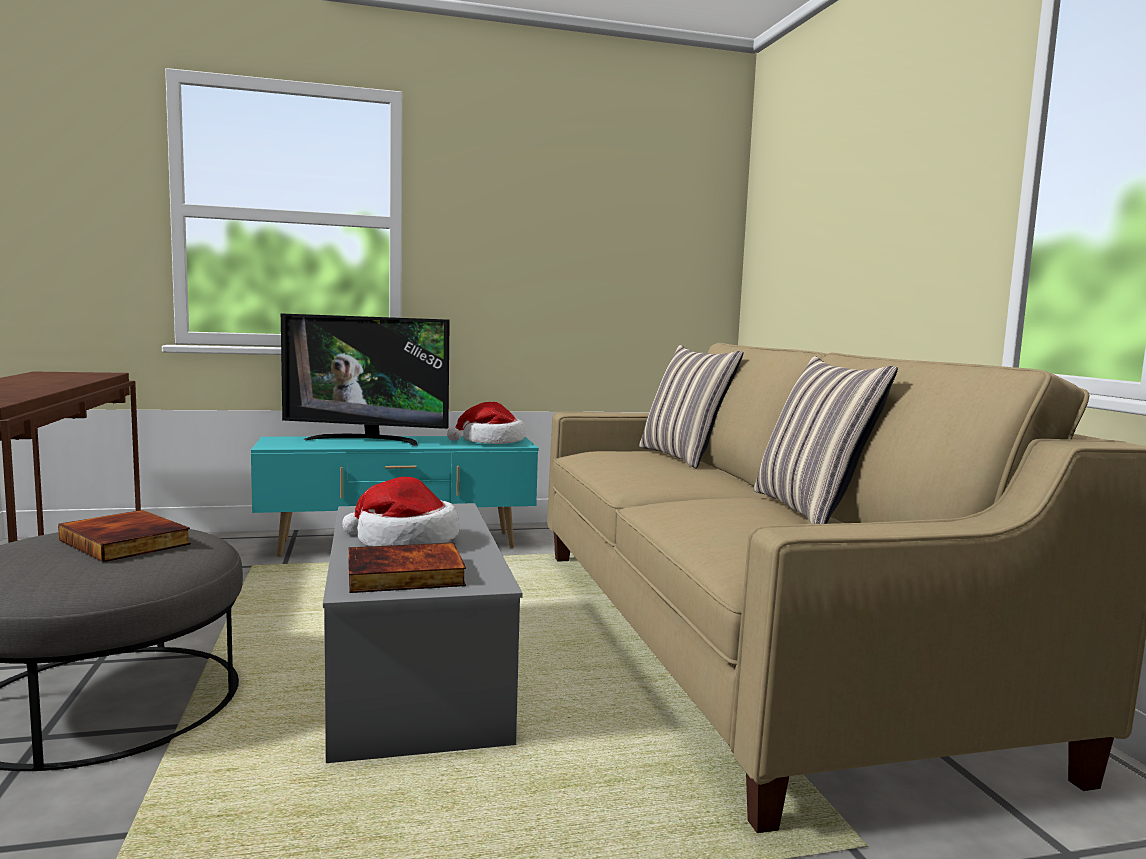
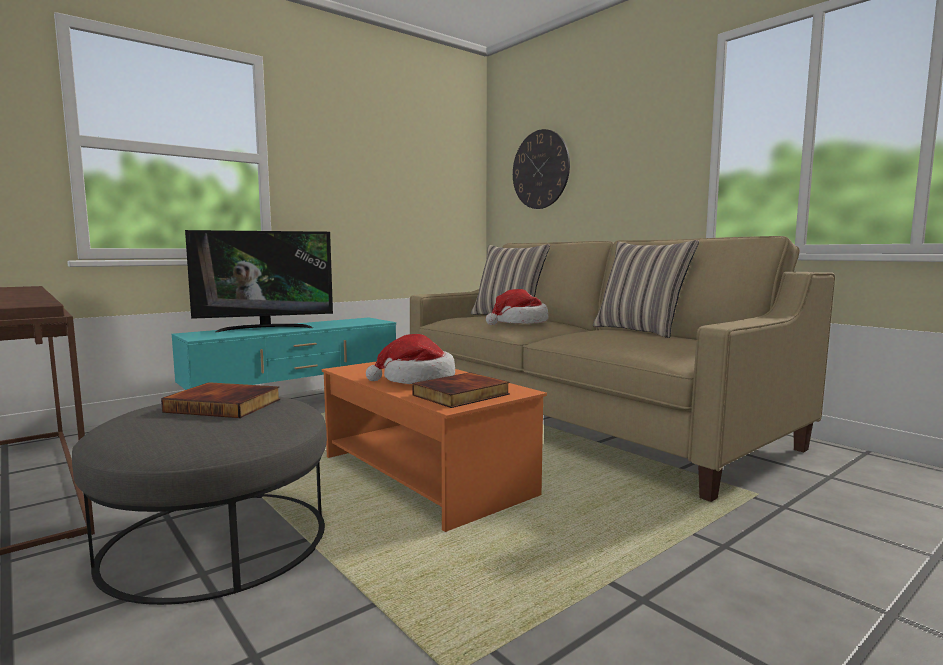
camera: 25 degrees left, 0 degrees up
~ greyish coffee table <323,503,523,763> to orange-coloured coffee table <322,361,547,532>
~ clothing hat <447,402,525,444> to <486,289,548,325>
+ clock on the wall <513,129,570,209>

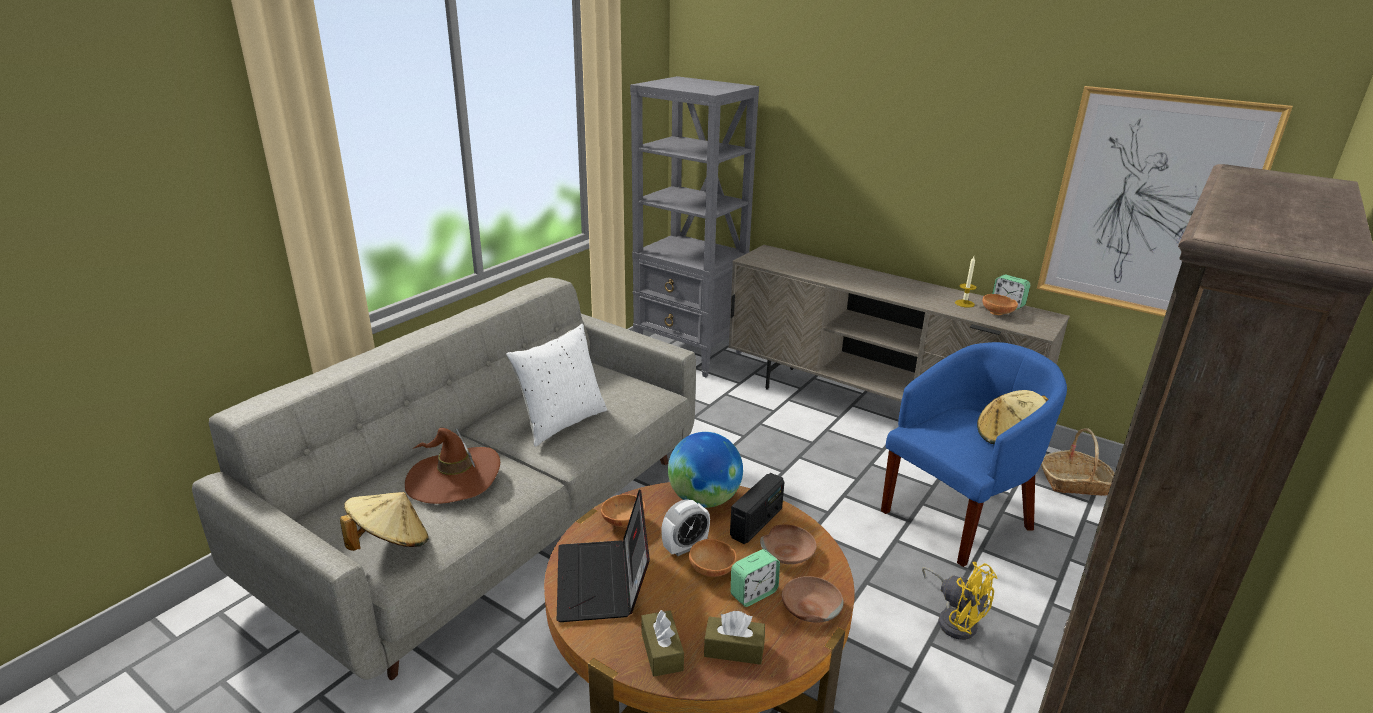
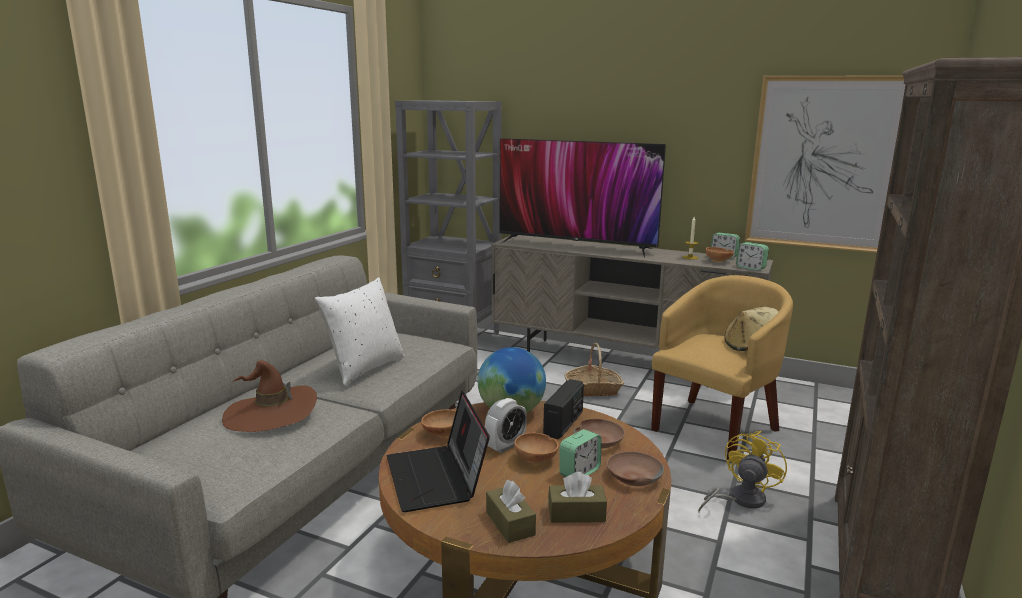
camera: 10 degrees left, 10 degrees down
+ TV set <499,138,666,257>
~ household basket <1041,428,1115,496> to <564,343,624,397>
~ blue lounge chair <881,342,1067,567> to yellow-coloured lounge chair <651,275,793,460>
~ yellow-coloured electric fan <922,562,997,640> = <698,431,787,512> 90 degrees counterclockwise
+ table clock <736,242,769,271>
- beige clothing hat <340,492,428,551>

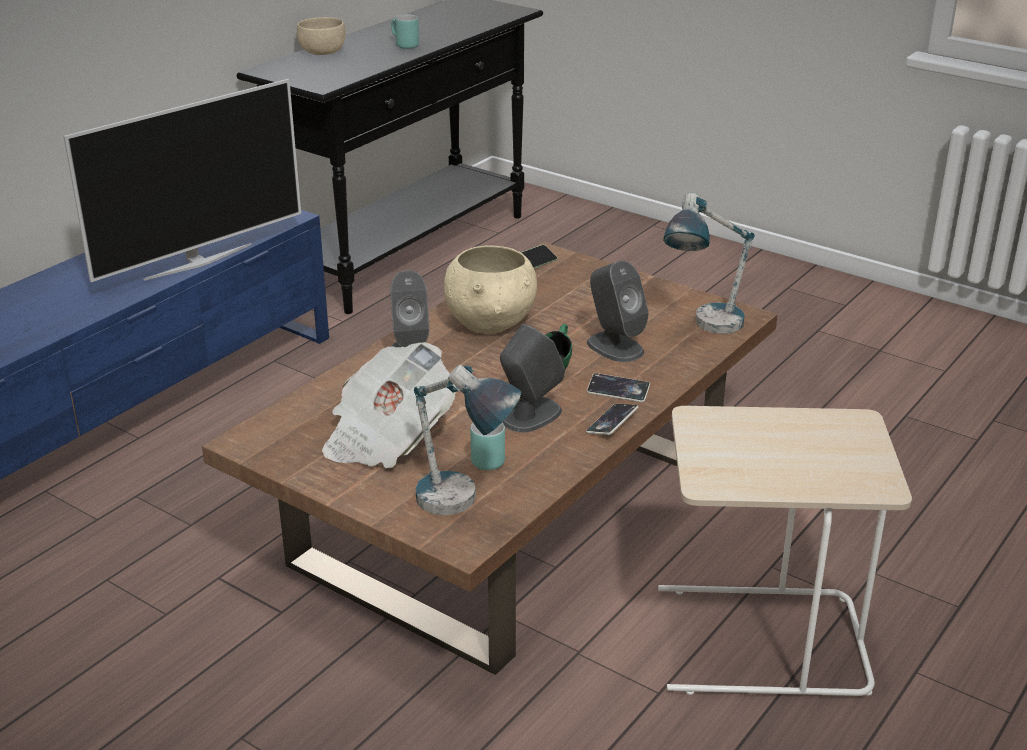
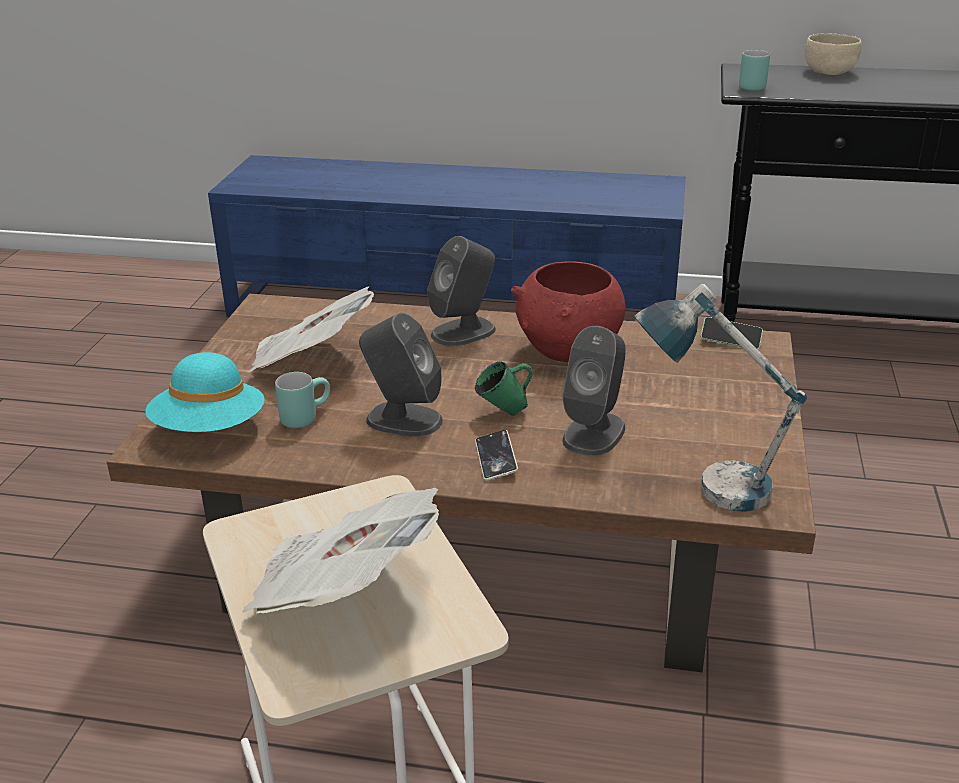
camera: 65 degrees right, 0 degrees up
~ lamp for a table <414,365,521,515> to blue-green clothing hat <145,352,265,432>
+ printed paper <242,488,439,613>
~ beige deep dish <444,246,537,334> to reddish deep dish <511,261,626,362>
~ blue-green tea mug <391,14,419,49> to <739,50,770,91>
- TV set <64,79,301,282>
- phone <586,404,638,435>

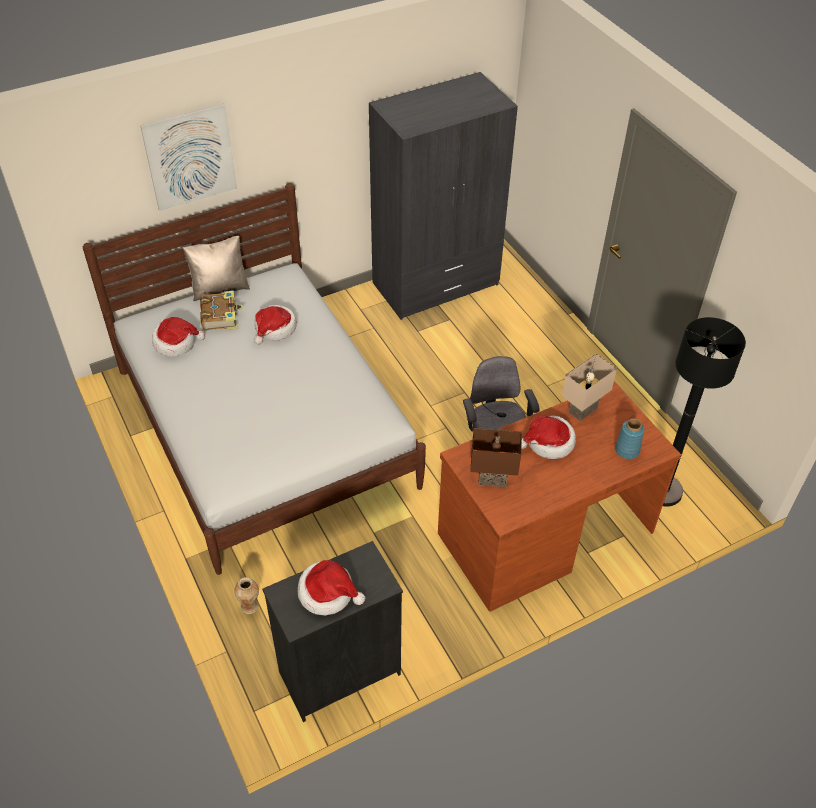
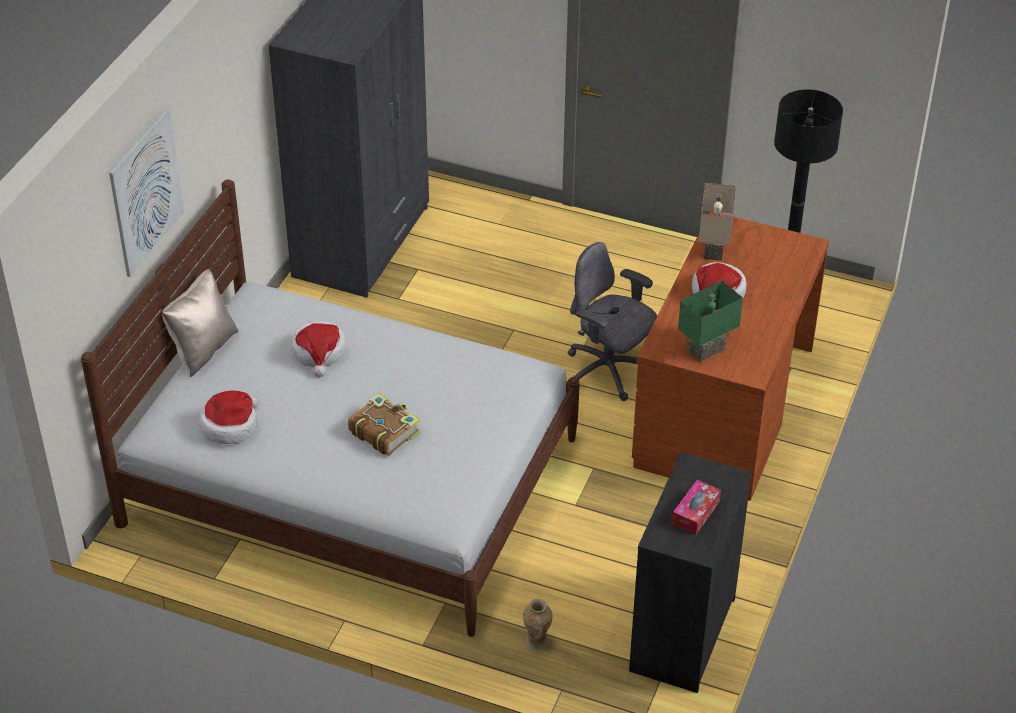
camera: 40 degrees left, 5 degrees down
~ book <200,291,243,331> to <348,393,420,456>
~ clothing hat <298,560,365,615> to tissue holder <672,480,721,534>
~ brown lamp for a table <470,428,522,487> to greenish lamp for a table <678,280,743,362>
- blue decorative vase <615,419,644,459>

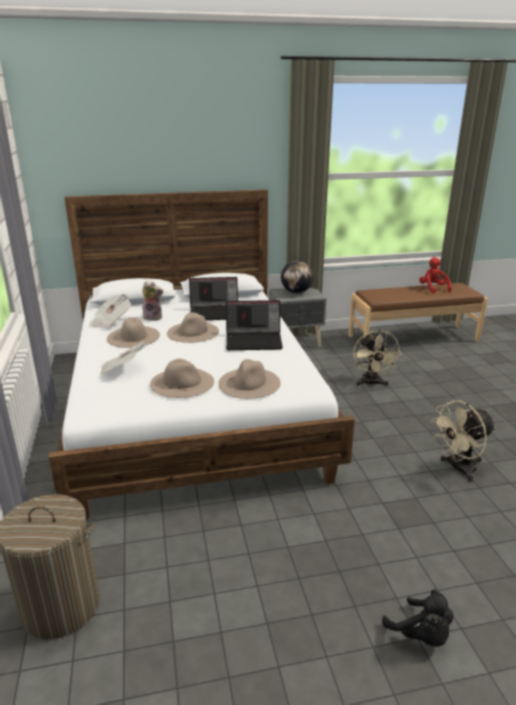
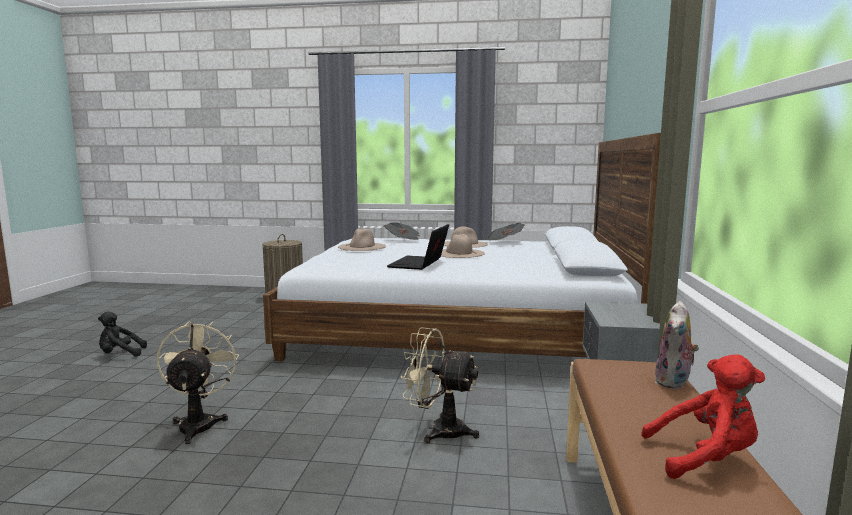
camera: 110 degrees right, 15 degrees down
~ plush toy <142,281,163,321> to <655,301,699,389>
- notebook computer <189,277,238,320>
- beige clothing hat <219,359,280,399>
- desk globe <281,260,314,293>

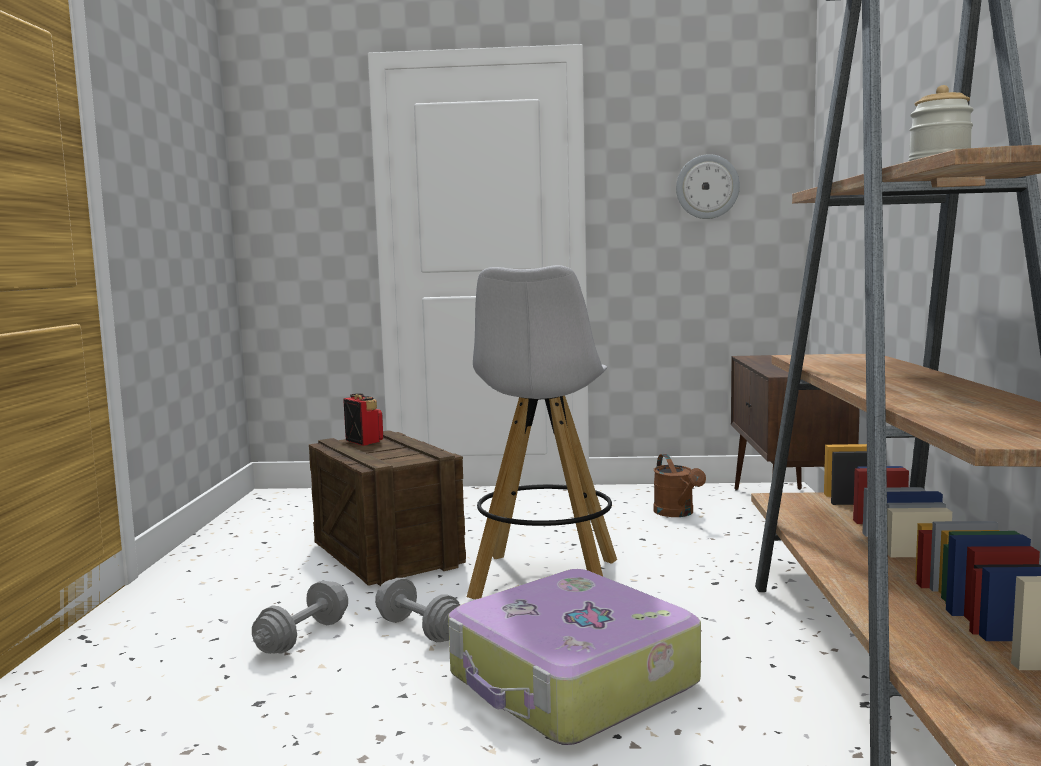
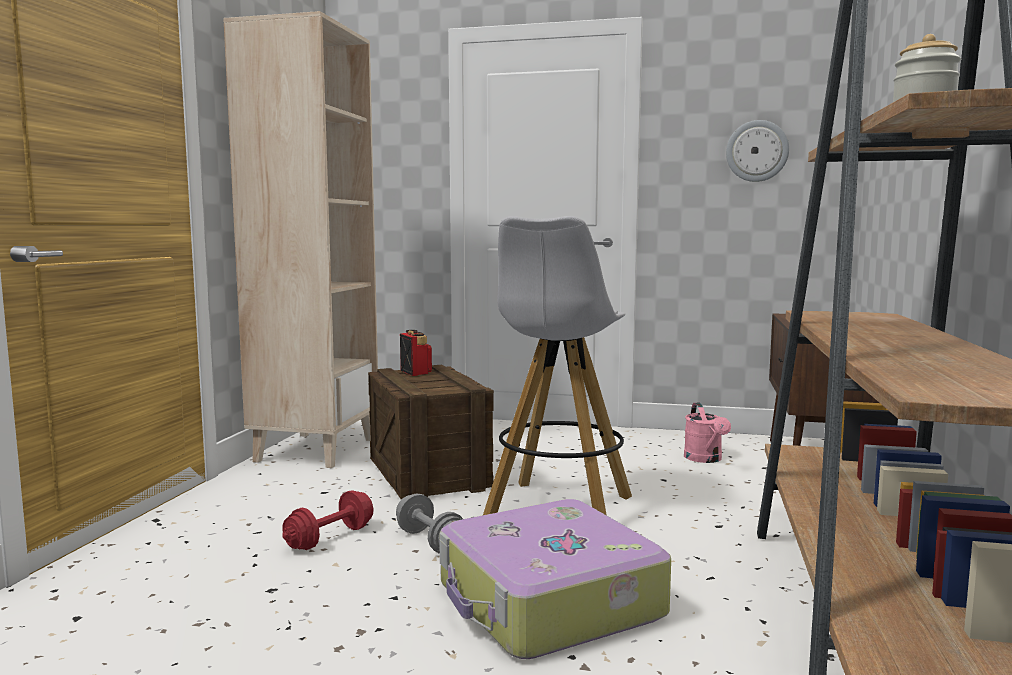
camera: 10 degrees right, 0 degrees up
+ beige shelving unit <223,11,378,468>
~ greyish free weight <252,581,348,654> to reddish free weight <282,490,373,550>
~ brown watering pot <653,454,706,517> to pink watering pot <684,403,731,463>

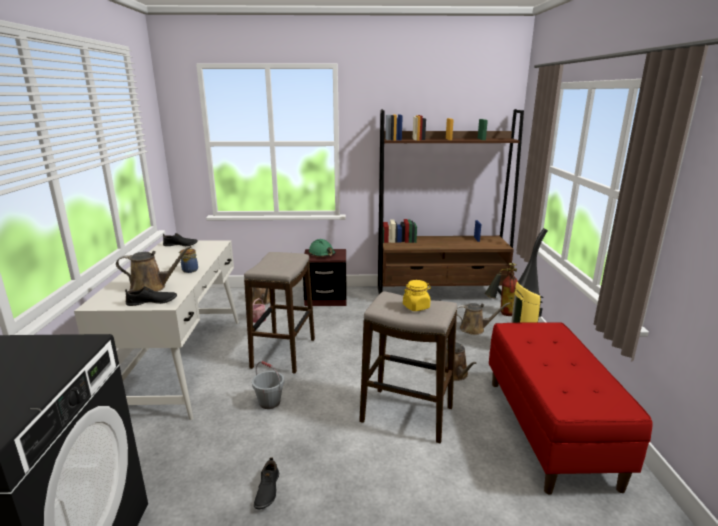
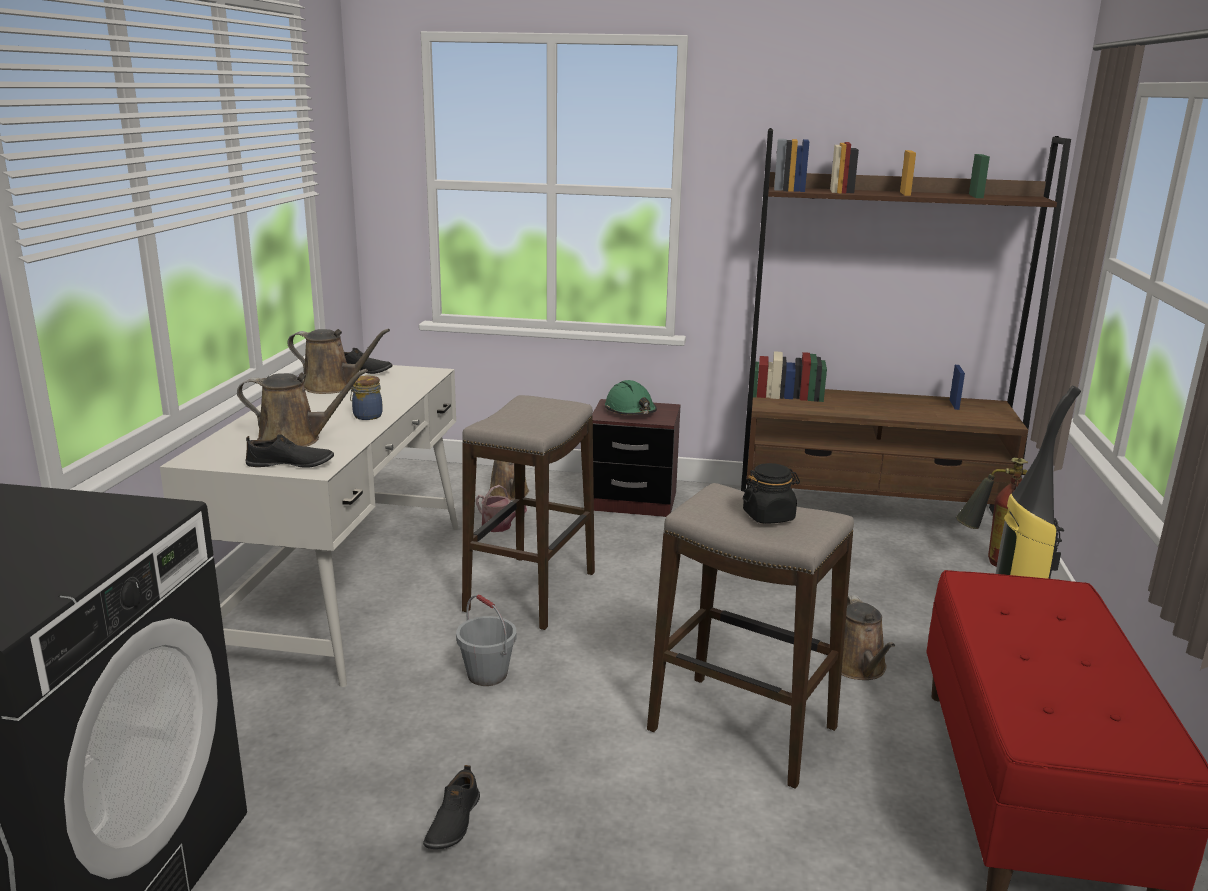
camera: 10 degrees right, 0 degrees up
~ brown watering pot <457,302,510,335> to <288,329,390,394>
~ yellow-coloured preserve jar <403,280,431,311> to black preserve jar <743,463,800,523>

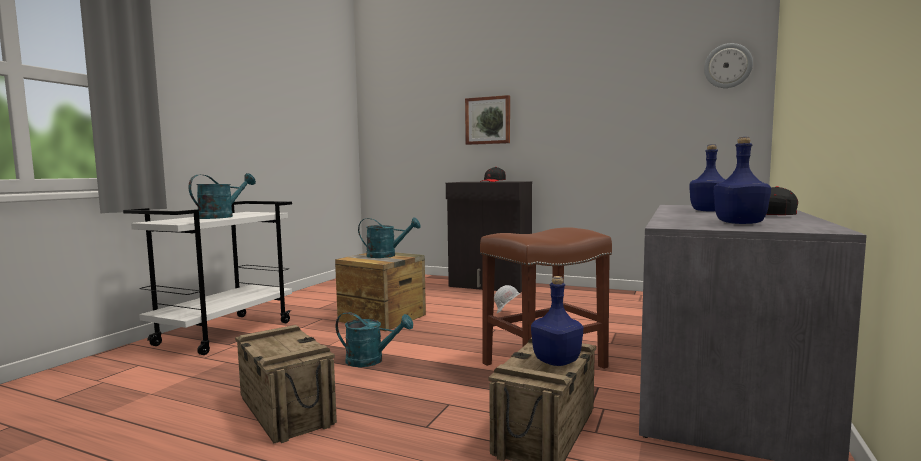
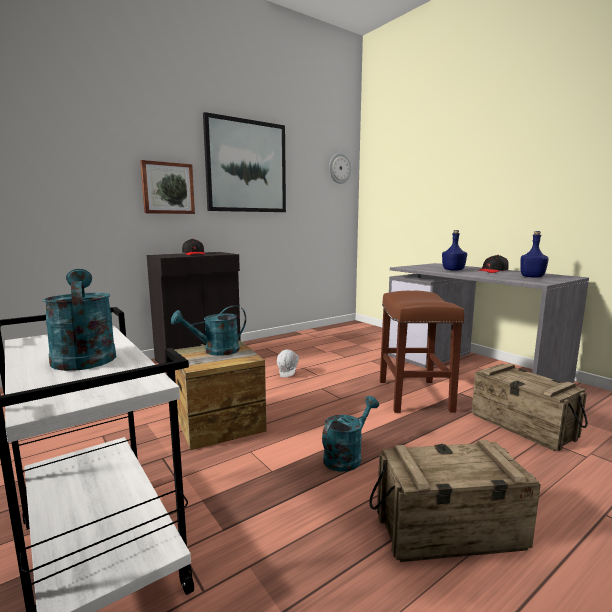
camera: 60 degrees left, 5 degrees up
~ blue-green watering pot <358,217,420,258> = <171,305,246,356> 150 degrees counterclockwise
+ picture <203,112,286,212>
- blue drink bottle <531,276,583,366>

